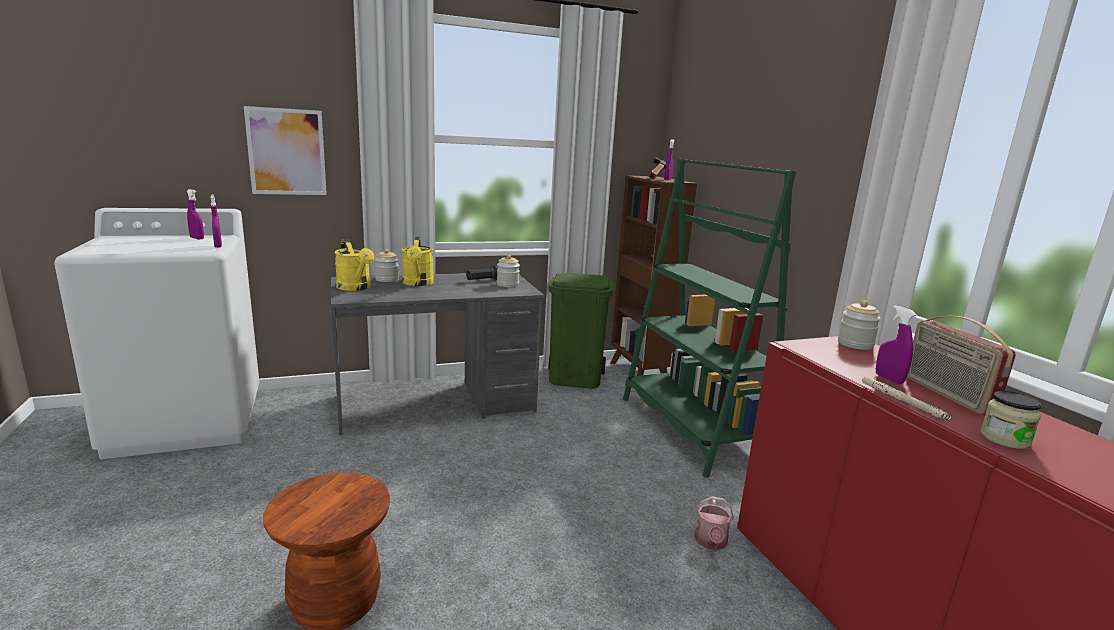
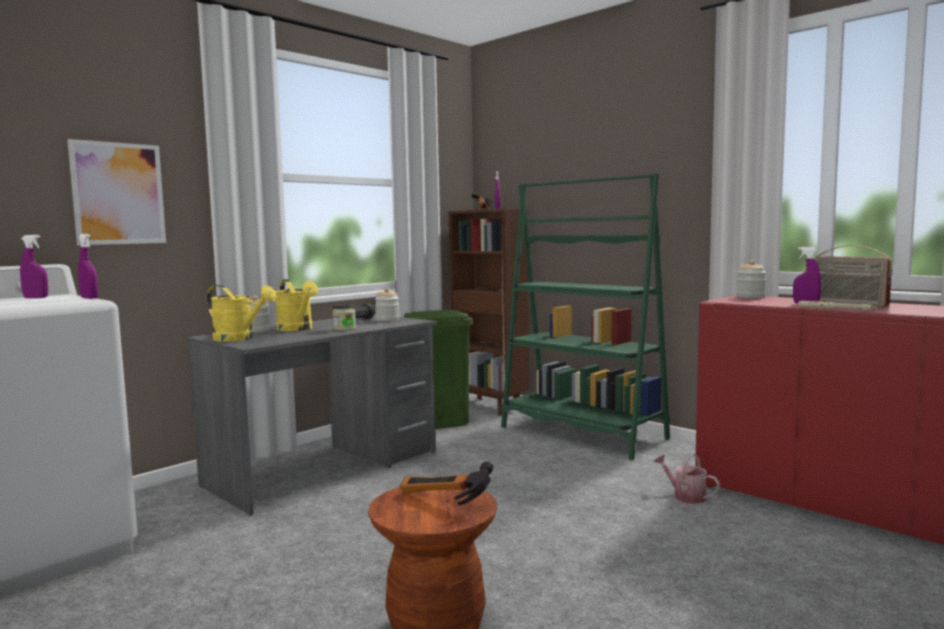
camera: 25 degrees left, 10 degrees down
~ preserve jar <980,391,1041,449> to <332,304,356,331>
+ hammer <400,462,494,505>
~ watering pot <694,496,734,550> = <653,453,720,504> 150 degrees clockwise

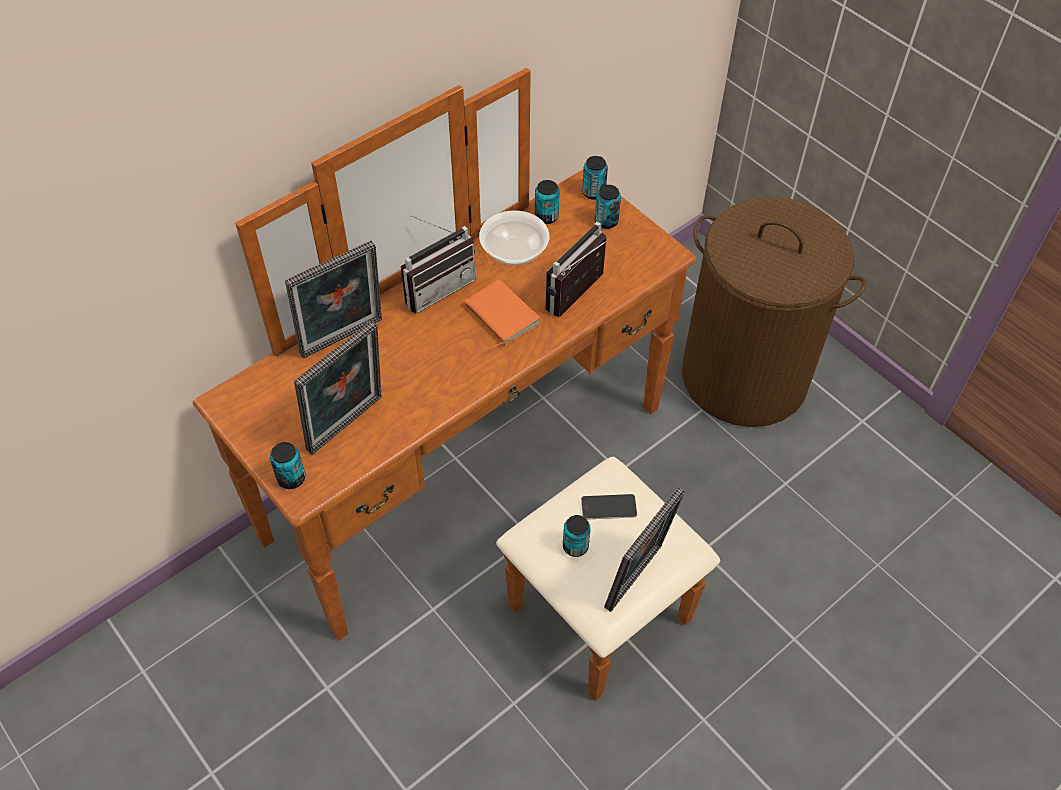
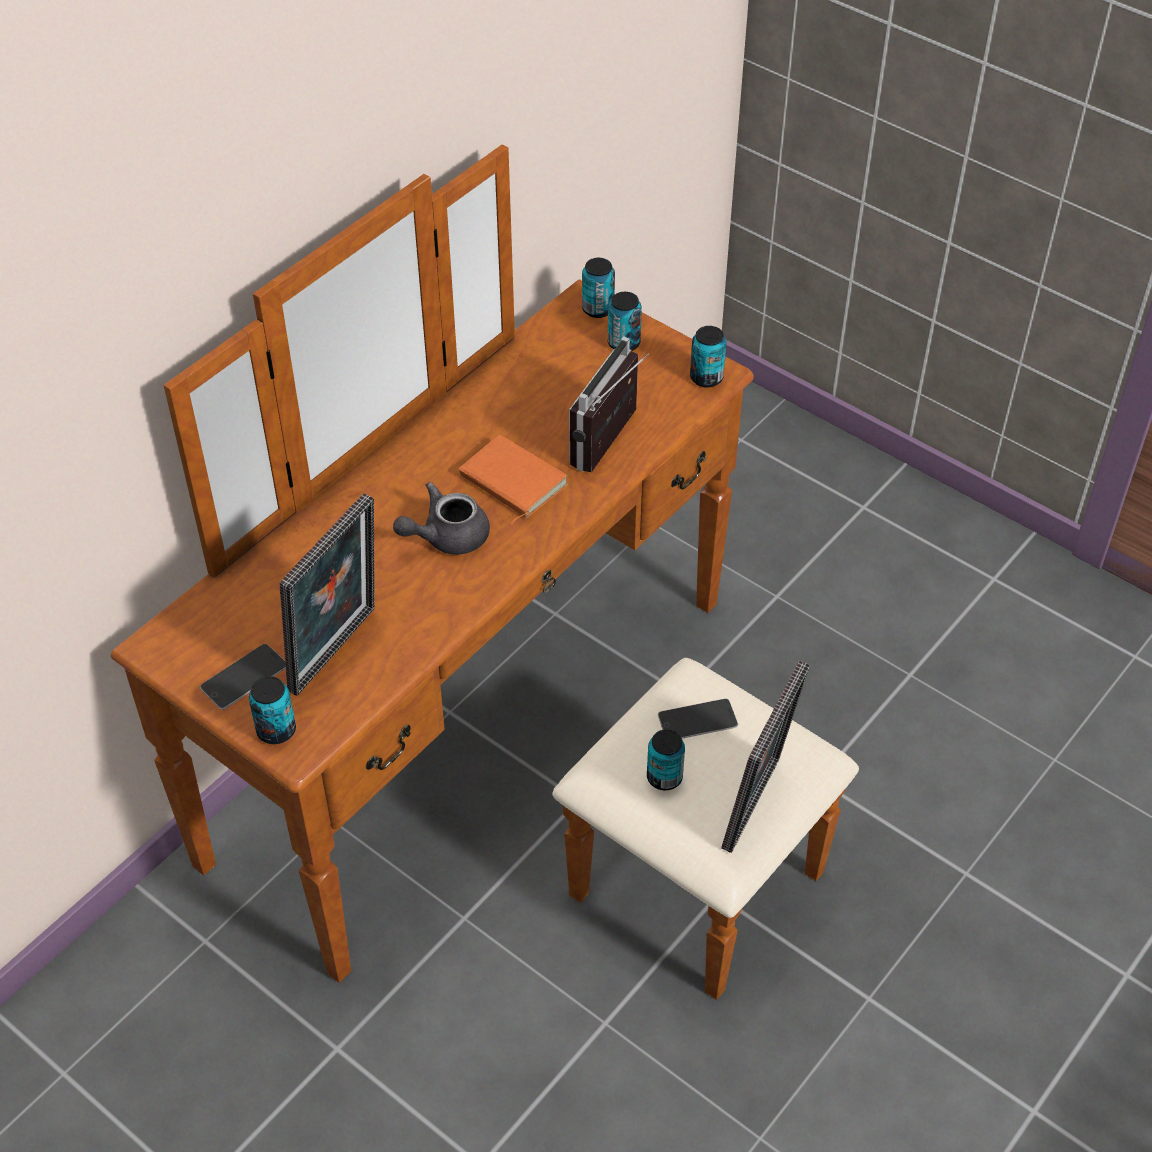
camera: 10 degrees left, 5 degrees down
+ phone <200,644,286,710>
+ greyish tea pot <393,482,490,555>
~ metal can <535,180,560,224> to <690,326,726,388>
- picture frame <285,240,382,358>
- radio set <401,215,475,314>
- deep dish <479,210,549,265>
- brown washing basket <682,197,866,427>

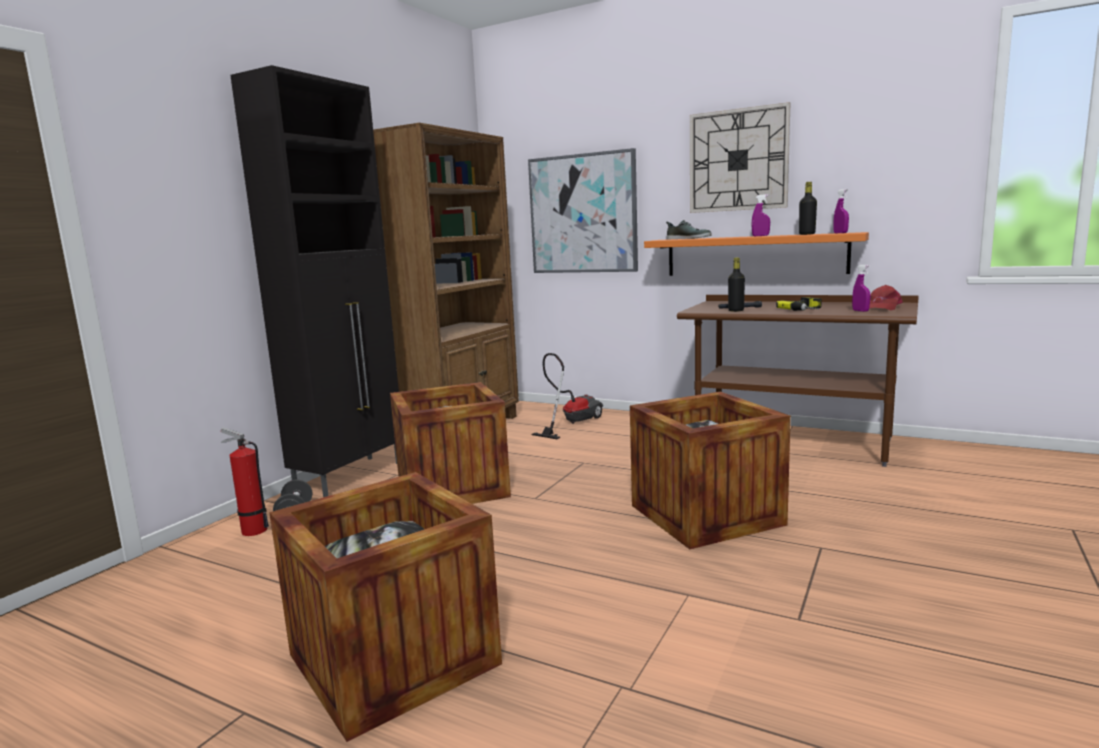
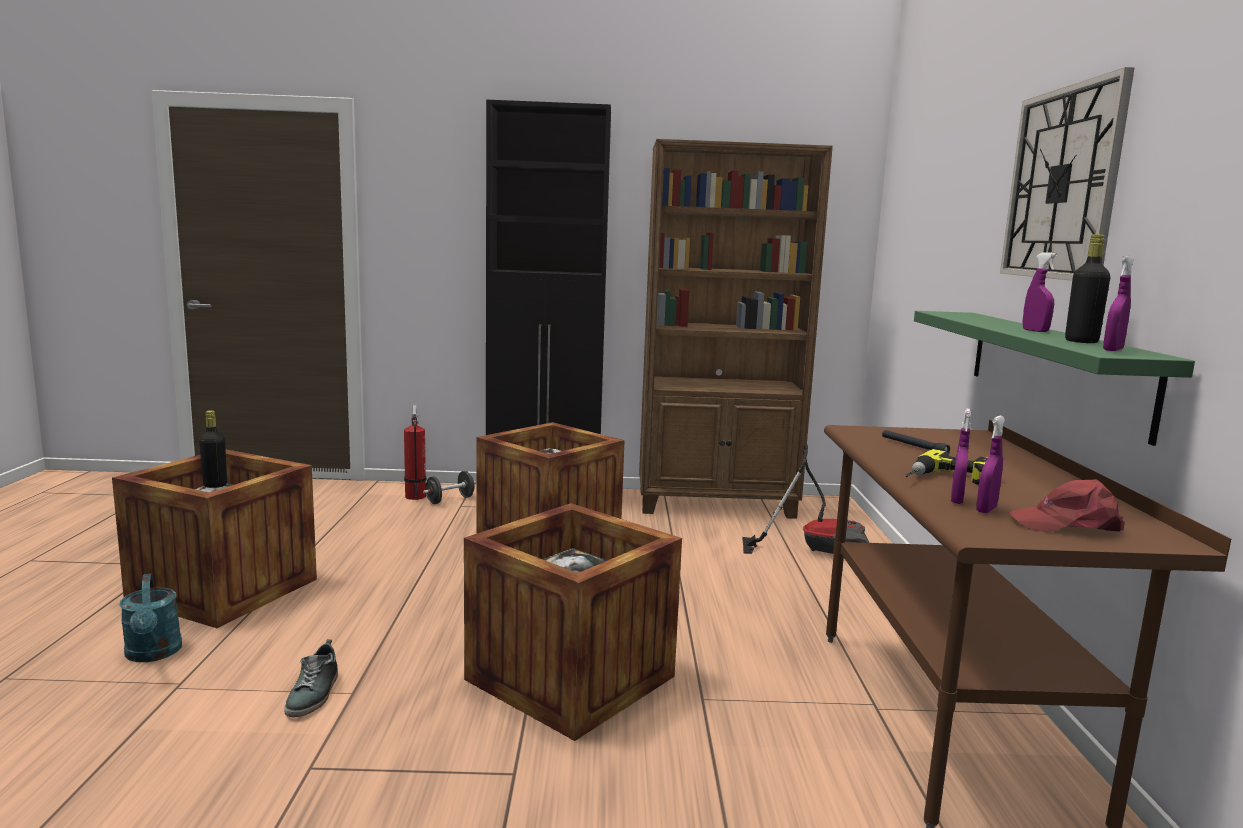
camera: 60 degrees right, 0 degrees up
+ blue-green watering pot <119,573,182,662>
~ black drink bottle <728,258,745,312> to <199,410,227,488>
~ shoe <666,220,712,239> to <284,639,338,717>
~ orange-coloured wall shelf <644,232,869,276> to greenish wall shelf <914,311,1195,446>
+ purplish sprayer <951,409,971,504>
- picture <528,148,638,273>

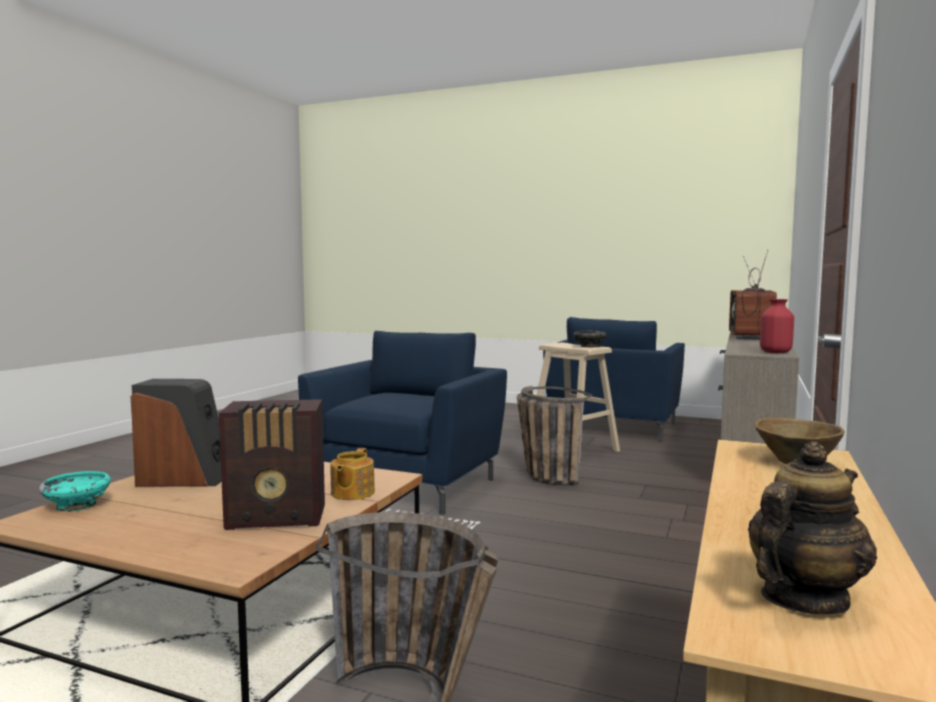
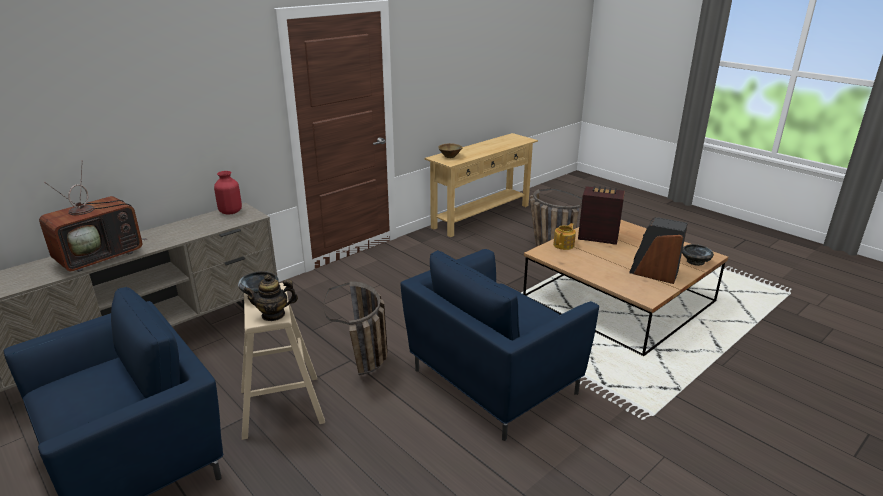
camera: 155 degrees left, 20 degrees up
~ tea pot <748,441,877,614> to <243,275,298,321>
~ blue-green deep dish <39,471,110,512> to black deep dish <682,244,714,266>

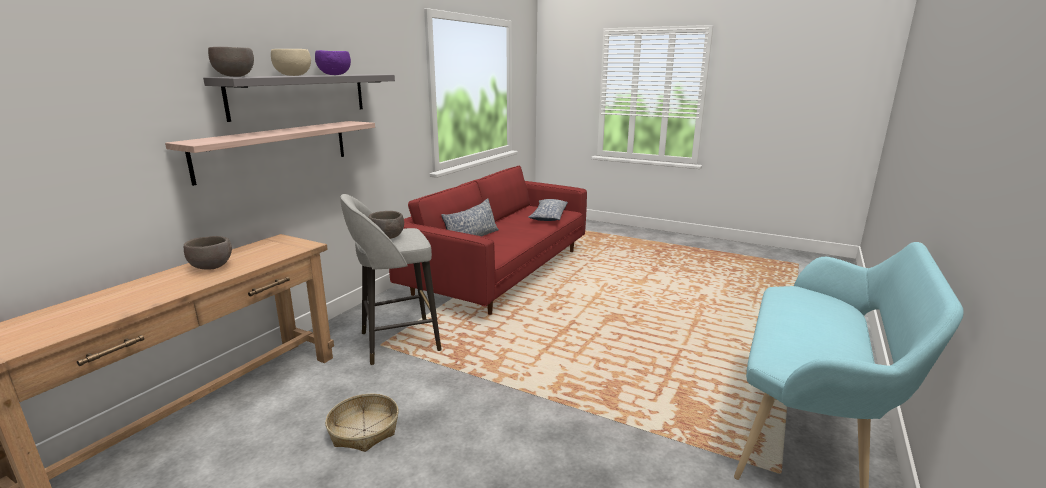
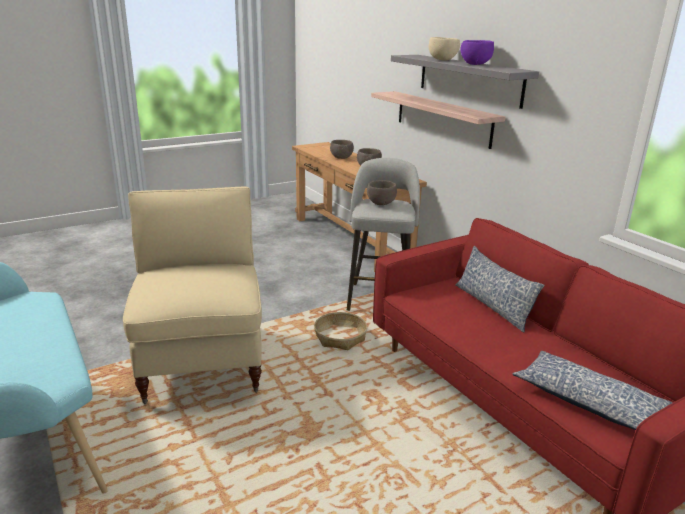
camera: 120 degrees right, 5 degrees up
+ beige lounge chair <123,187,262,404>
~ household basket <325,394,399,452> to <314,312,367,350>
~ brown deep dish <208,47,254,77> to <330,140,354,159>

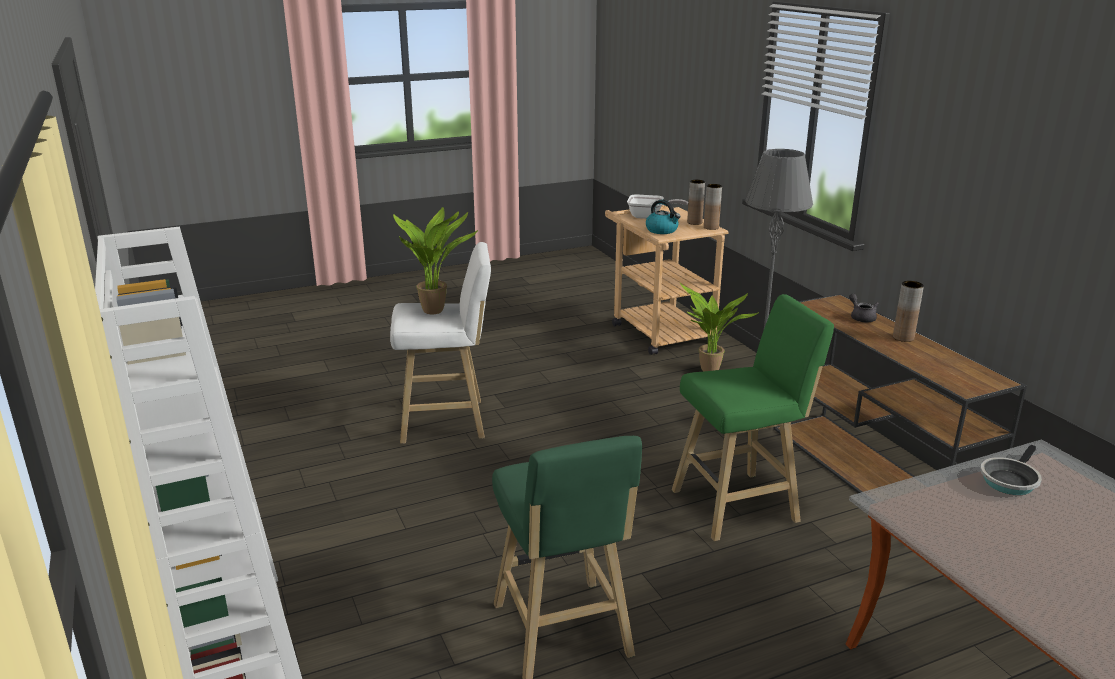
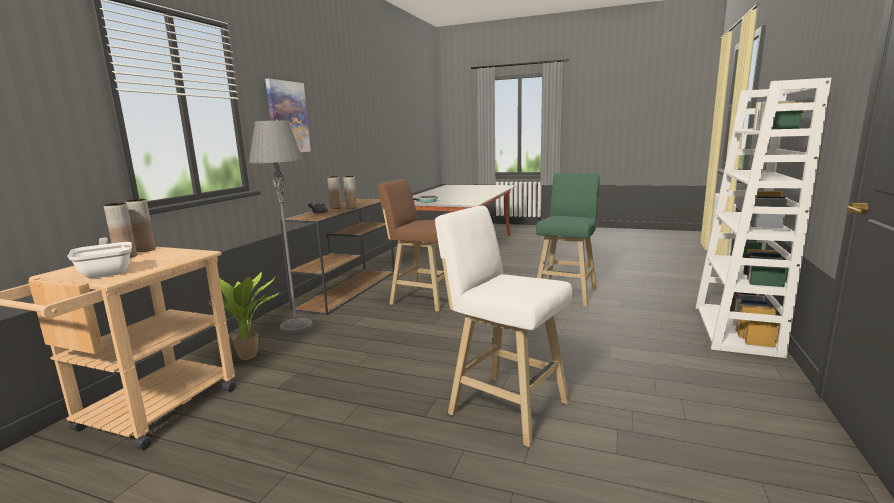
camera: 135 degrees left, 10 degrees down
+ picture <265,79,311,152>
+ brown decorative vase <343,176,357,209>
~ greenish stool <672,294,834,541> to brown stool <377,179,445,312>
- houseplant <393,207,478,315>
- kettle <646,200,681,234>

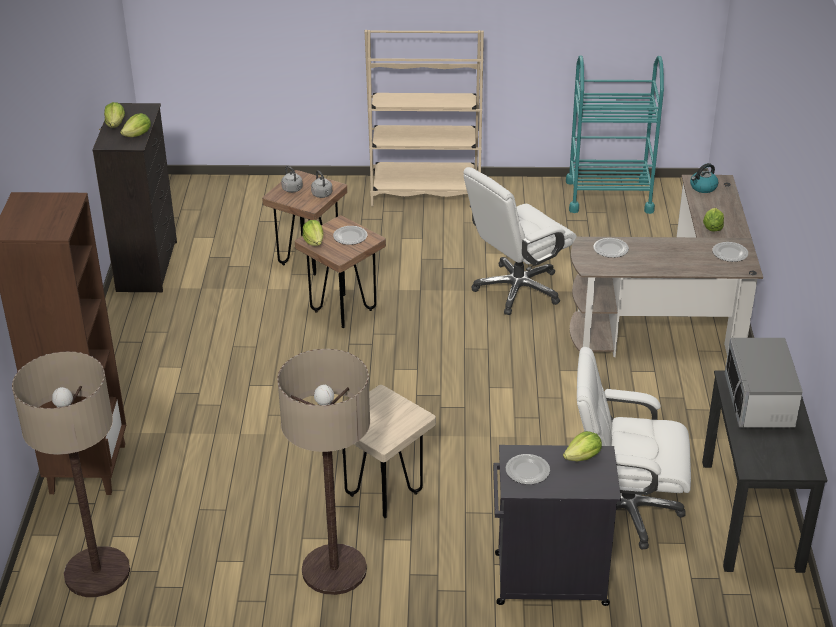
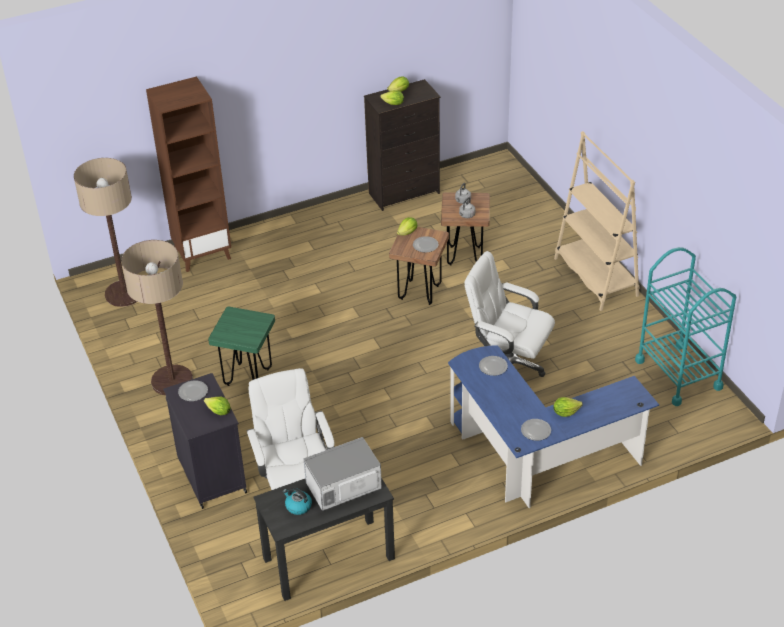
camera: 65 degrees right, 5 degrees up
~ beige stool <343,385,436,518> to greenish stool <208,307,275,386>
~ kettle <690,163,719,193> to <283,488,312,515>
~ brown desk table <570,175,763,357> to blue desk table <448,345,659,508>

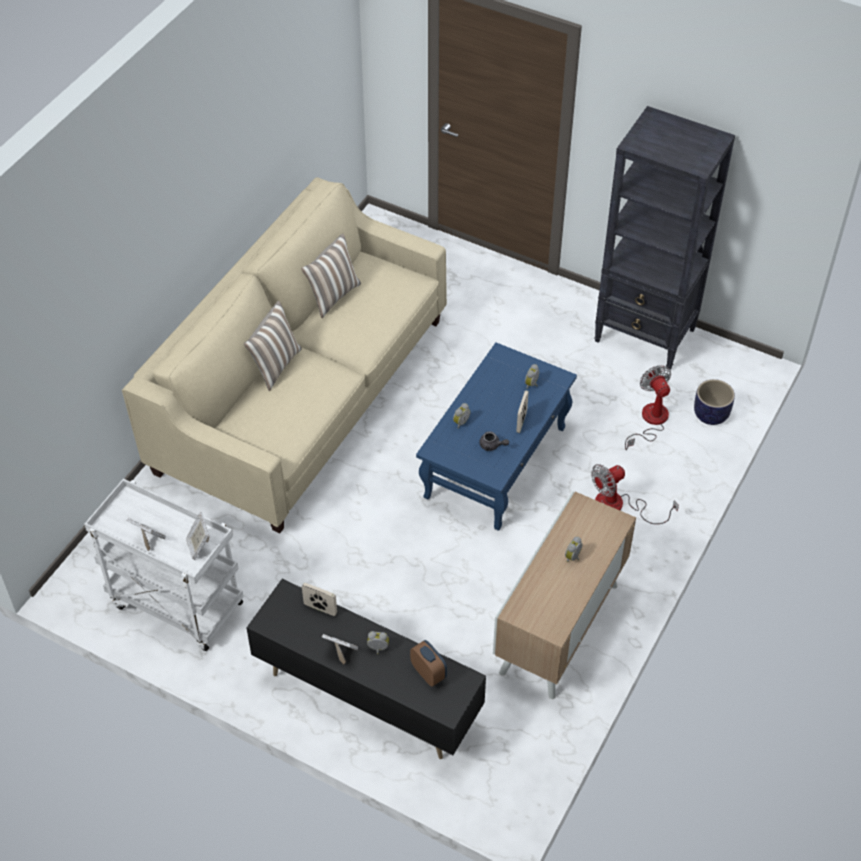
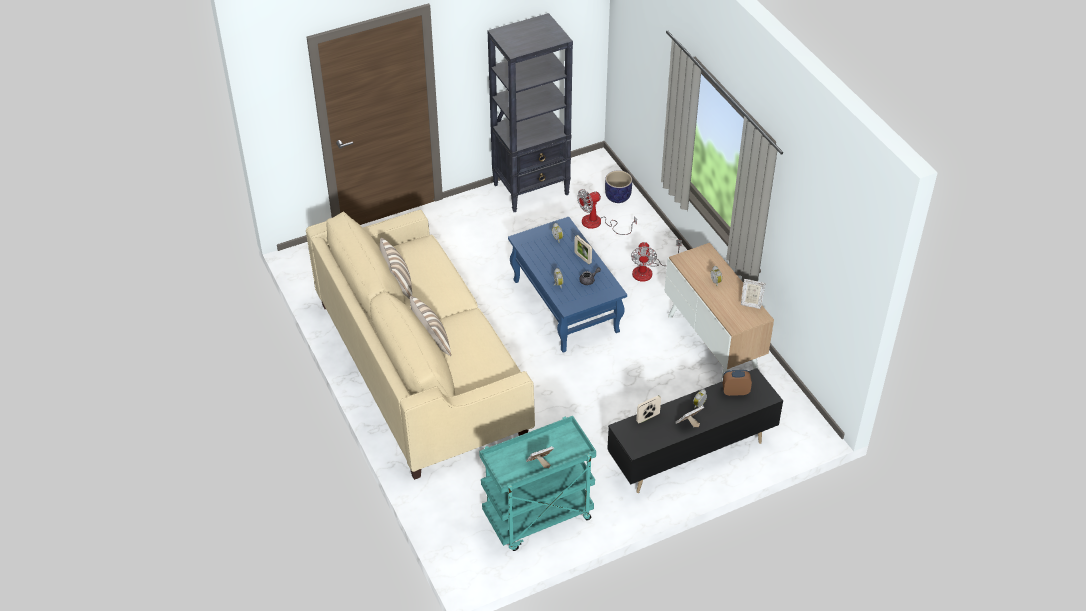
camera: 55 degrees left, 5 degrees down
~ white-coloured wheeled cart <84,478,244,651> to blue-green wheeled cart <479,416,596,551>
~ electric fan <625,365,671,450> = <577,189,637,235> 45 degrees counterclockwise
~ picture frame <186,512,209,560> to <741,279,766,309>

